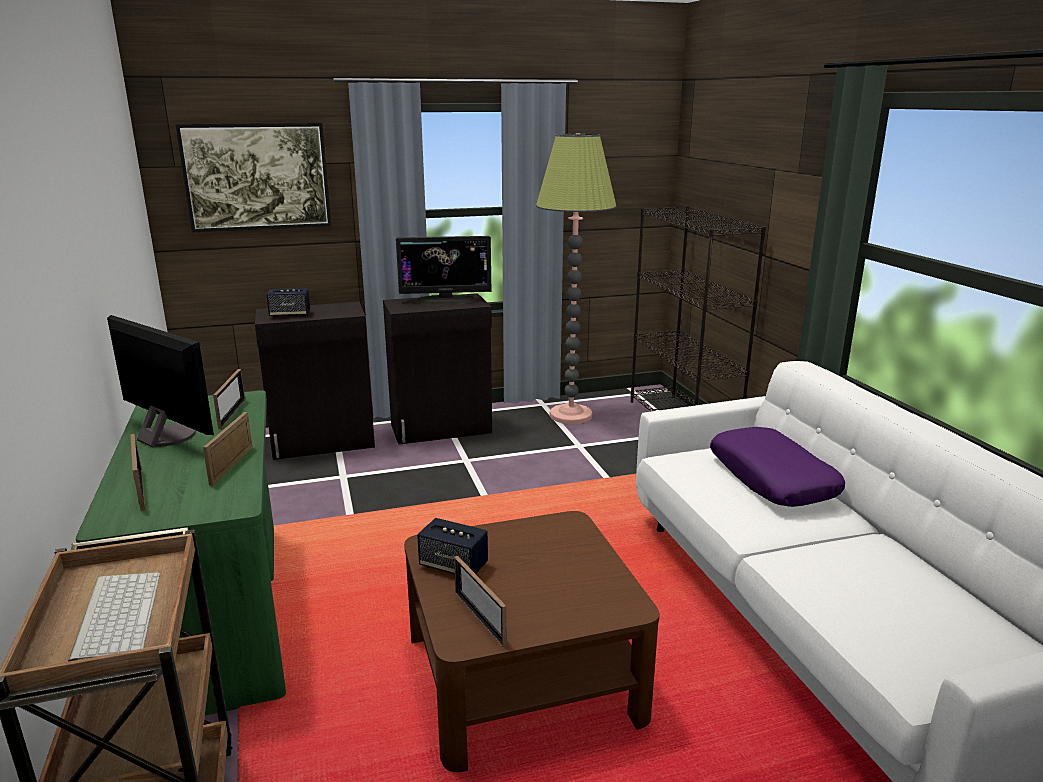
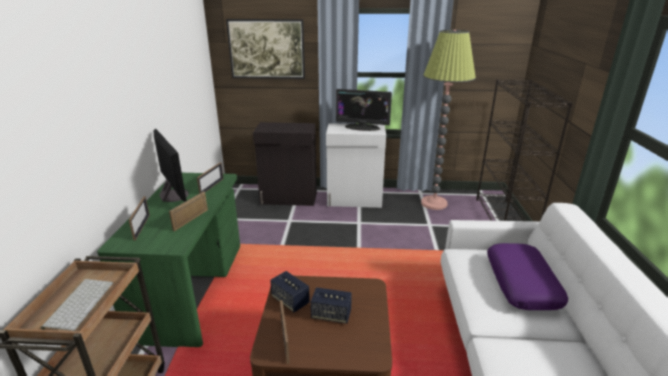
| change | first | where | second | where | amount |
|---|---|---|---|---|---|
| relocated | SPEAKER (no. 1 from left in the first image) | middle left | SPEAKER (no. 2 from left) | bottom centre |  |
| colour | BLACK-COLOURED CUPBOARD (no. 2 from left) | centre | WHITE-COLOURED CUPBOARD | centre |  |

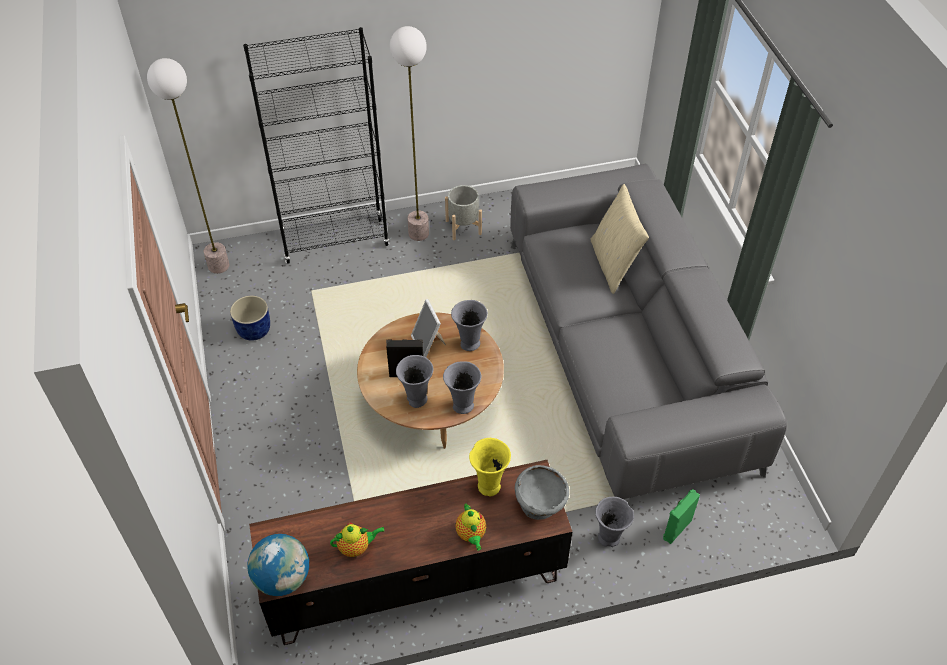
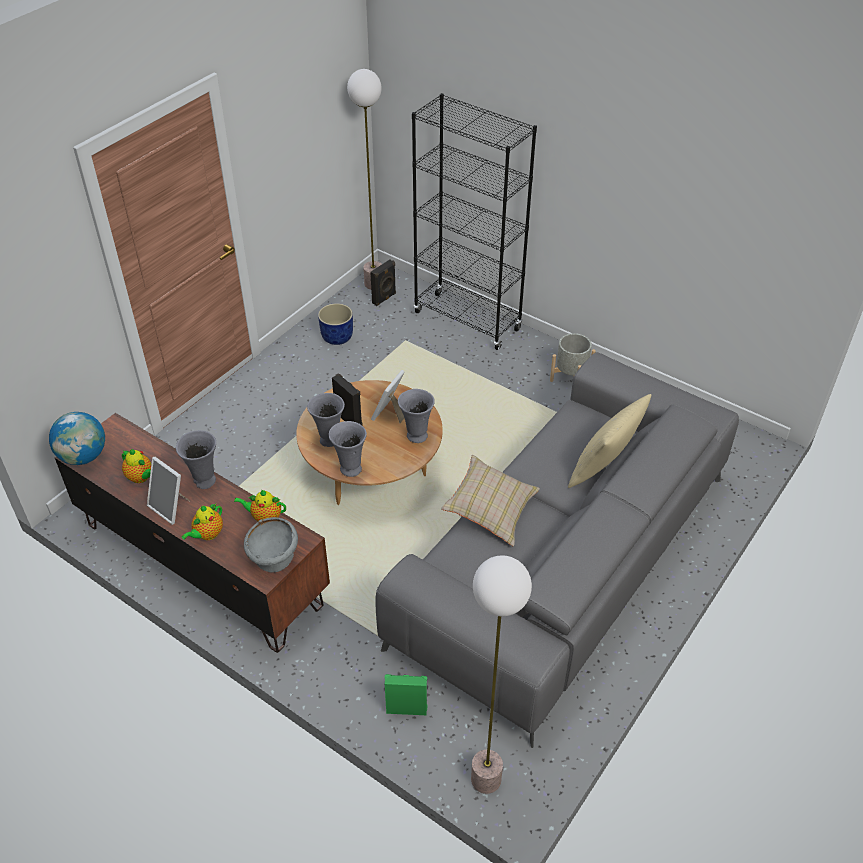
| change | first | where | second | where | amount |
|---|---|---|---|---|---|
| relocated | FLOOR LAMP (no. 2 from left) | top centre |  | bottom centre |  |
| exchanged | YELLOW FLOWER VASE | bottom centre | POT FOR TEA (no. 3 from left) | middle left |  |
| relocated | GREYISH FLOWER VASE (no. 4 from left in the first image) | bottom centre | GREYISH FLOWER VASE (no. 1 from left) | middle left |  |
| appeared |  |  | BLACK-COLOURED SPEAKER (no. 2 from left) | top centre |  |
| appeared |  |  | SAND-COLOURED THROW PILLOW (no. 1 from left) | centre |  |
| appeared |  |  | PICTURE FRAME (no. 1 from left) | middle left |  |

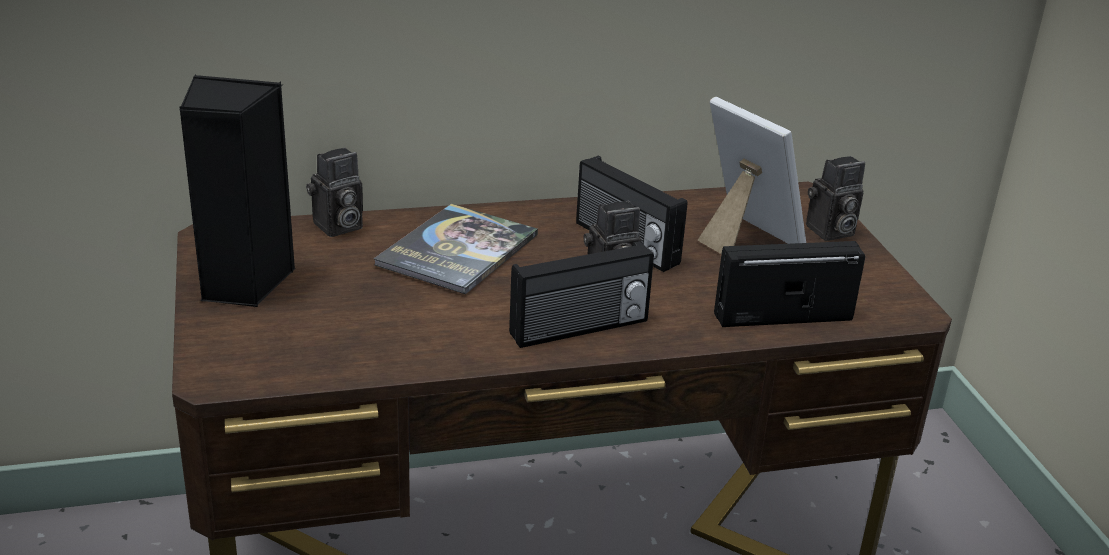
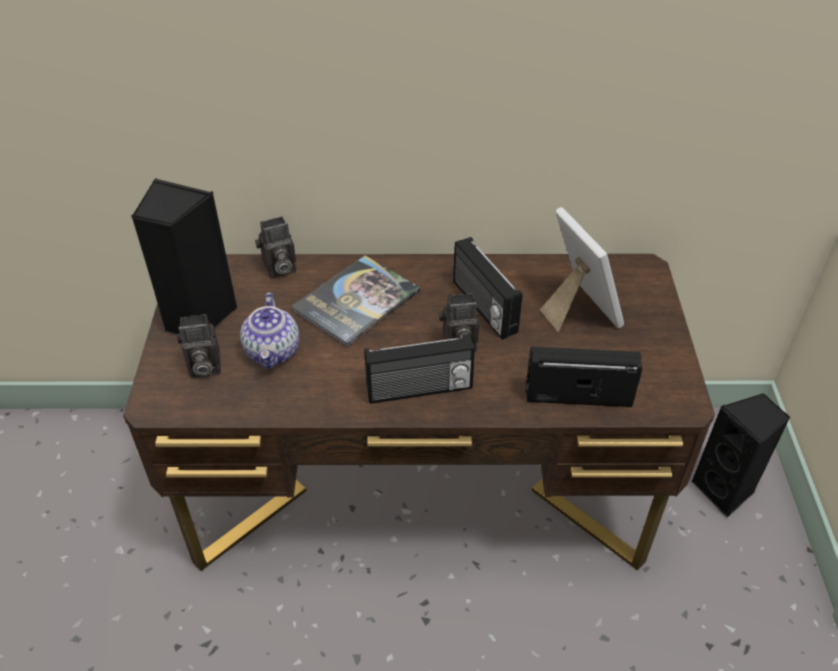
| change | first | where | second | where | amount |
|---|---|---|---|---|---|
| relocated | STILL CAMERA (no. 3 from left in the first image) | middle right | STILL CAMERA (no. 1 from left) | middle left |  |
| appeared |  |  | POT FOR TEA | middle left |  |
| appeared |  |  | BLACK-COLOURED SPEAKER (no. 2 from left) | bottom right |  |

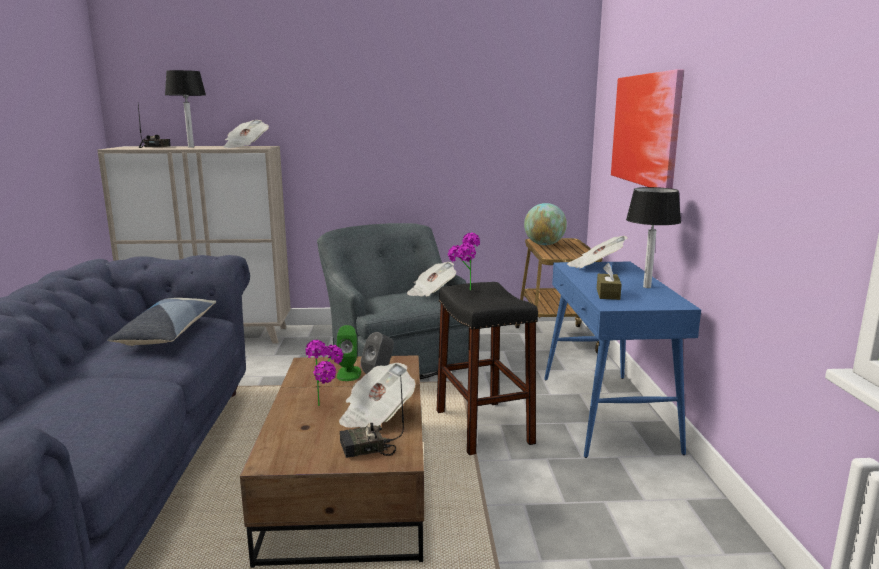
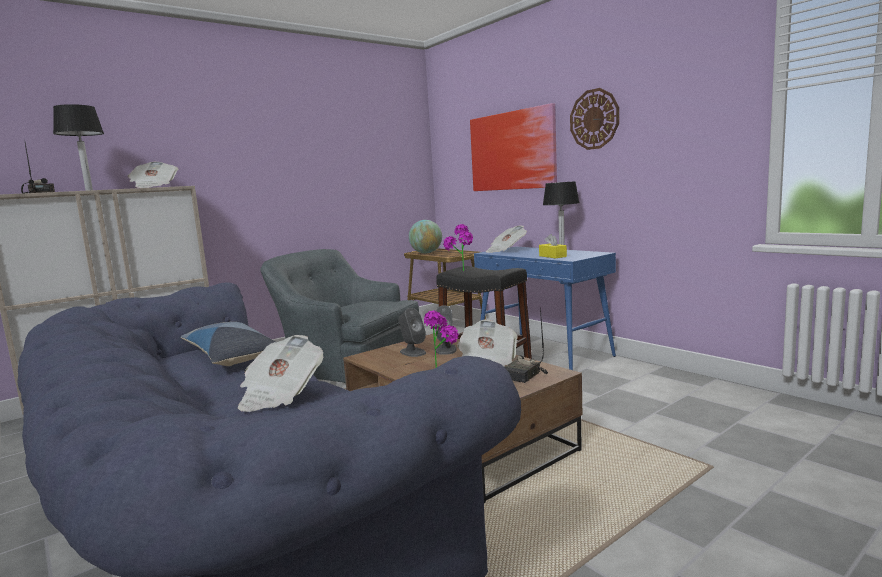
| change | first | where | second | where | amount |
|---|---|---|---|---|---|
| relocated | NEWSPAPER (no. 3 from left in the first image) | centre | NEWSPAPER (no. 2 from left) | middle left |  |
| colour | BROWN-COLOURED TISSUE HOLDER | middle right | YELLOW TISSUE HOLDER | centre |  |
| colour | GREENISH SPEAKER | centre | GREYISH SPEAKER (no. 1 from left) | centre |  |
| appeared |  |  | WALL CLOCK | top right |  |

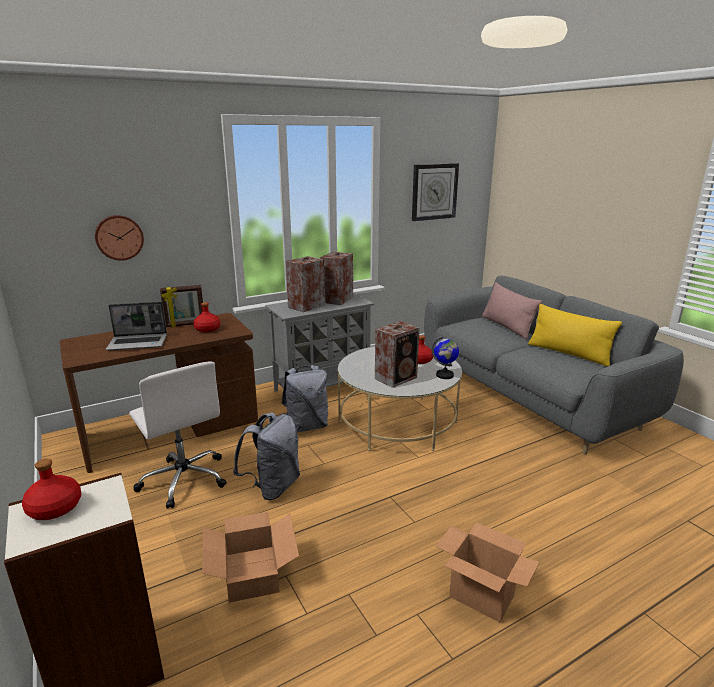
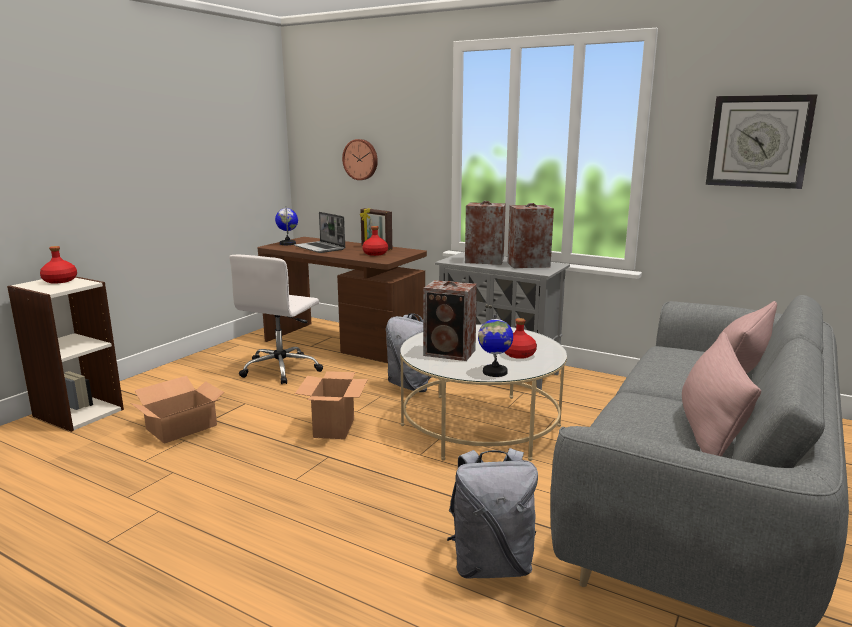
| change | first | where | second | where | amount |
|---|---|---|---|---|---|
| colour | YELLOW THROW PILLOW | middle right | PINKISH THROW PILLOW (no. 1 from left) | middle right |  |
| relocated | GREYISH KNAPSACK (no. 1 from left in the first image) | centre | GREYISH KNAPSACK (no. 2 from left) | bottom centre |  |
| relocated | CARTON (no. 2 from left) | bottom right |  | centre |  |
| appeared |  |  | DESK GLOBE (no. 1 from left) | centre |  |

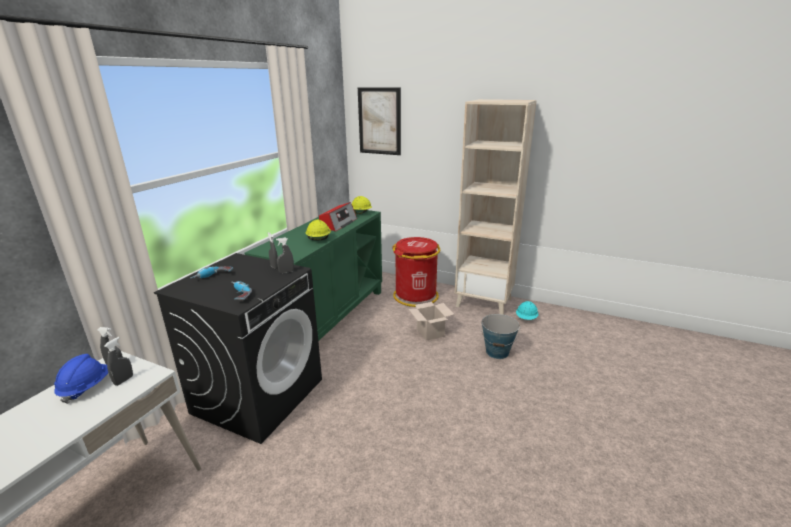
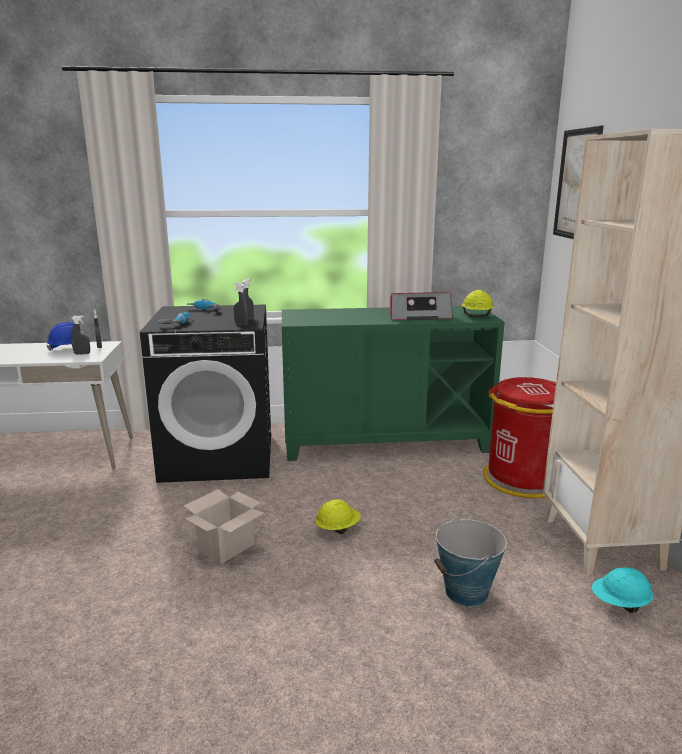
| change | first | where | second | where | amount |
|---|---|---|---|---|---|
| relocated | YELLOW HARD HAT (no. 1 from left) | centre |  | bottom centre |  |
| relocated | CARTON | centre |  | bottom left |  |

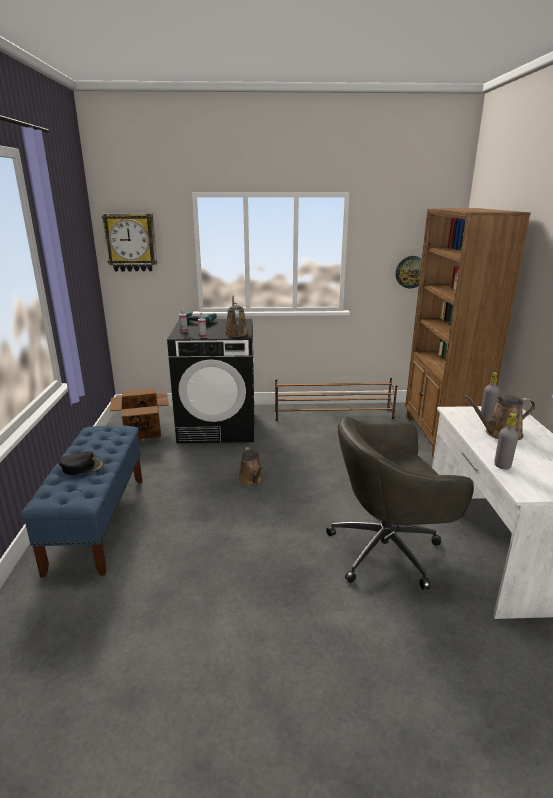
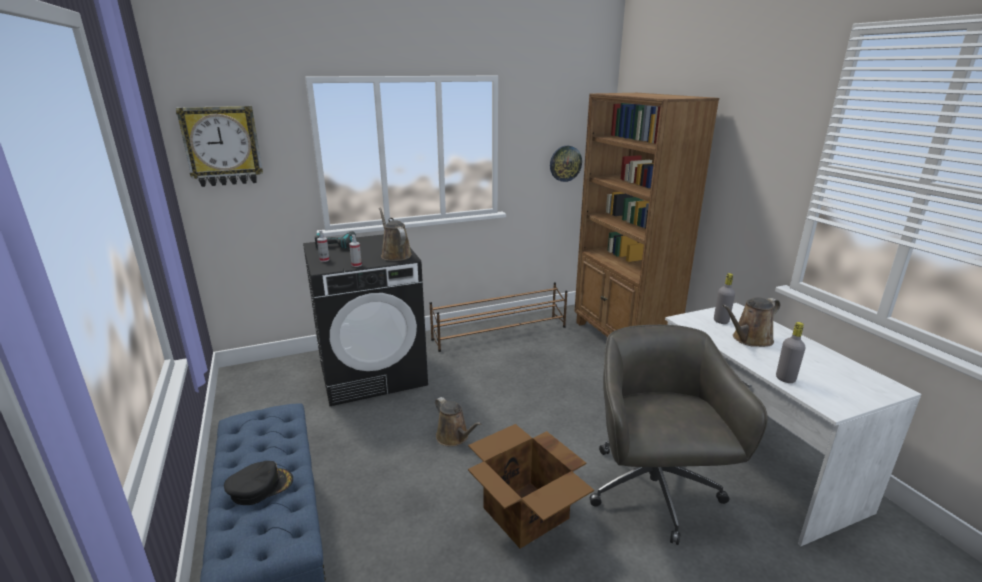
| change | first | where | second | where | amount |
|---|---|---|---|---|---|
| relocated | CARTON | middle left |  | bottom centre |  |
| spun | GREYISH COMPUTER CHAIR | middle right |  | bottom right | 120 degrees clockwise |

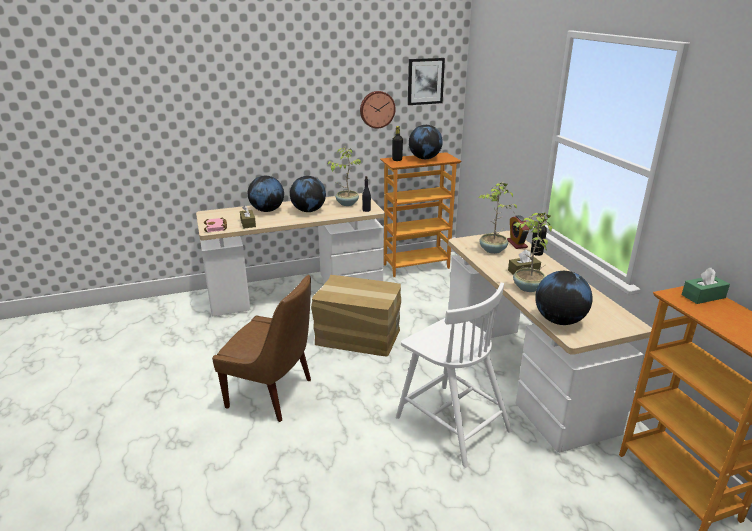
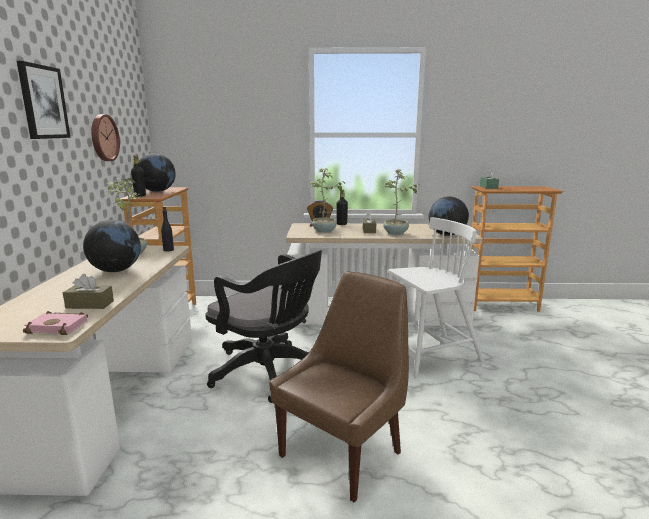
| change | first | where | second | where | amount |
|---|---|---|---|---|---|
| relocated | PICTURE | top centre |  | top left |  |
| missing | DESK GLOBE (no. 1 from left) | centre |  |  |  |
| exchanged | CARTON | centre | BLACK-COLOURED COMPUTER CHAIR | centre |  |

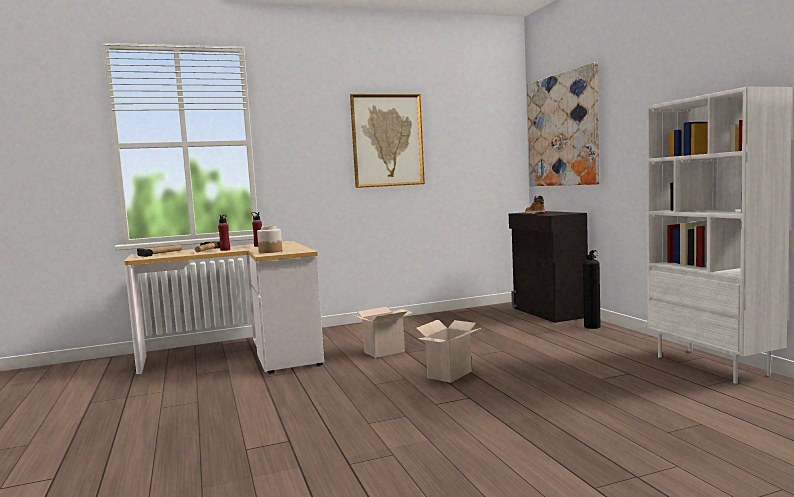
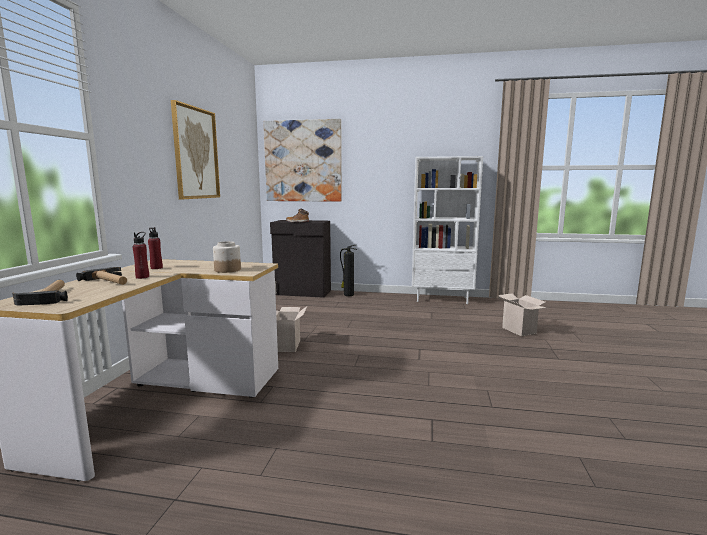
| change | first | where | second | where | amount |
|---|---|---|---|---|---|
| relocated | CARTON (no. 2 from left) | bottom centre |  | middle right |  |

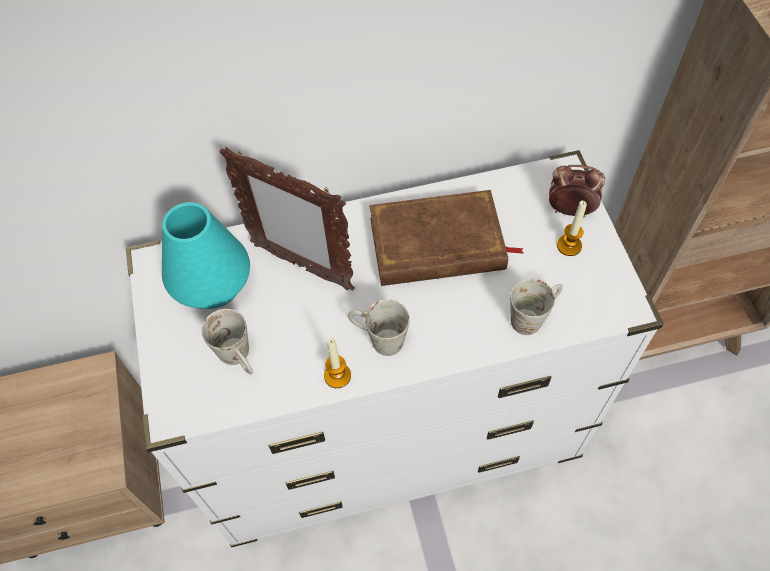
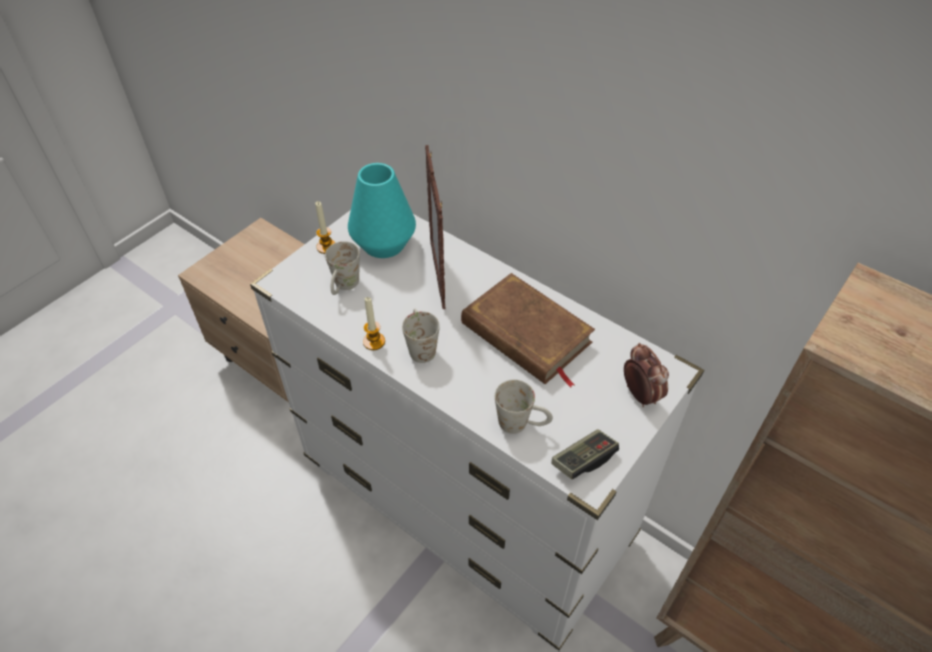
| change | first | where | second | where | amount |
|---|---|---|---|---|---|
| relocated | WAX LIGHT (no. 2 from left in the first image) | middle right | WAX LIGHT (no. 1 from left) | centre |  |
| appeared |  |  | JOYPAD | bottom centre |  |

